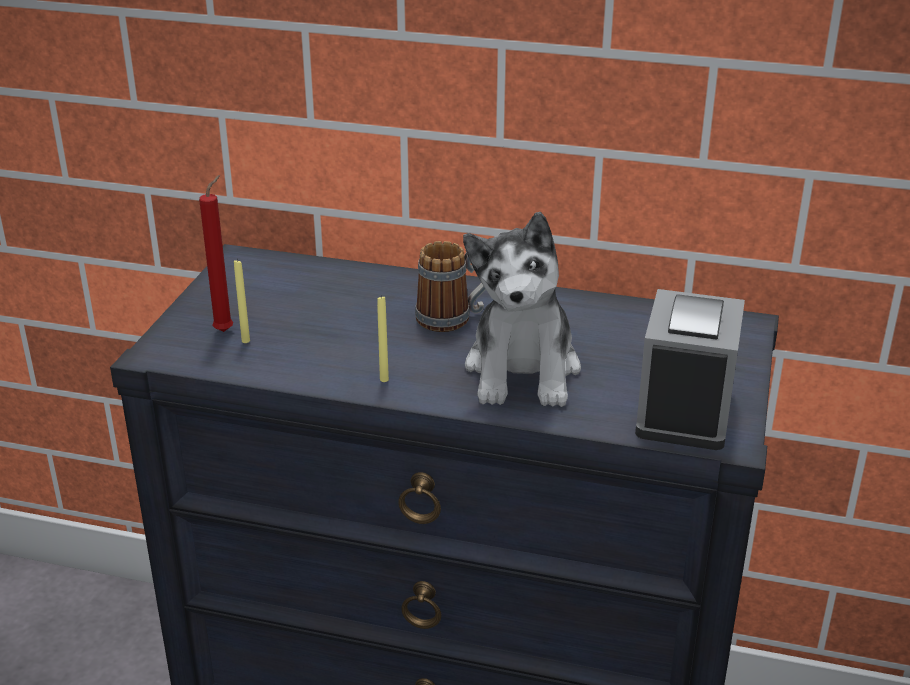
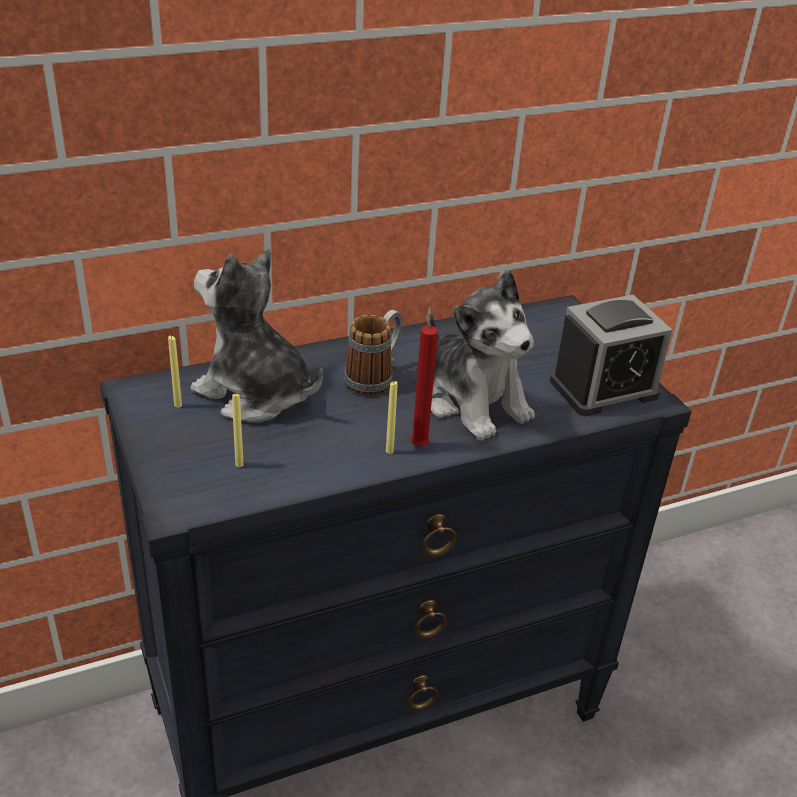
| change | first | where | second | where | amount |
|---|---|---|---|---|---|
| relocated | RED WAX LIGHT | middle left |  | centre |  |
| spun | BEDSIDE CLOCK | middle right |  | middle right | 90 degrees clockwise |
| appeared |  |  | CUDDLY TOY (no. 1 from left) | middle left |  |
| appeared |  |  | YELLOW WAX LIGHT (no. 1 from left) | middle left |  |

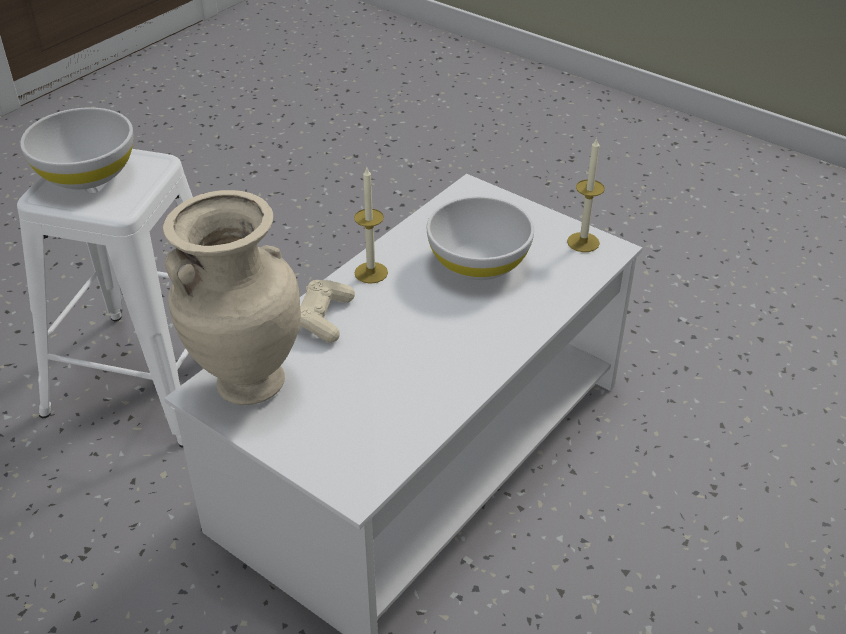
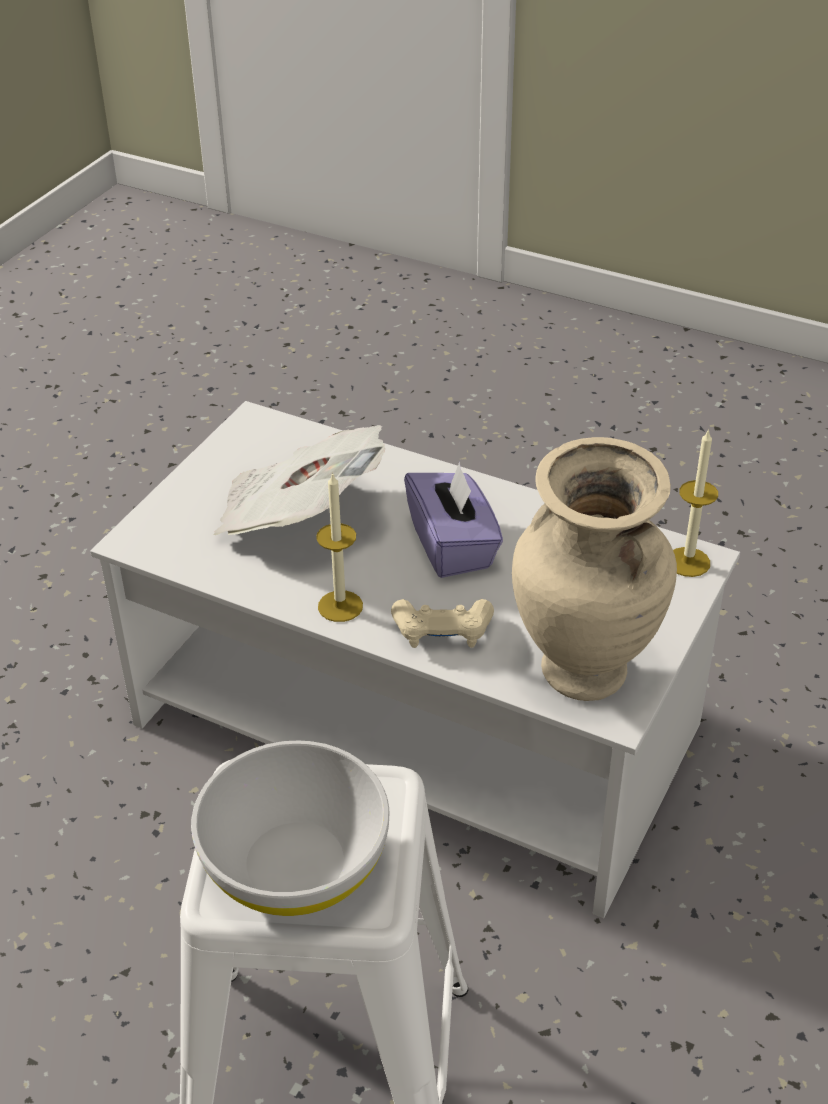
| change | first | where | second | where | amount |
|---|---|---|---|---|---|
| relocated | WAX LIGHT (no. 2 from left) | top right |  | middle right |  |
| exchanged | WHITE-COLOURED DEEP DISH (no. 2 from left) | centre | NEWSPAPER | centre |  |
| appeared |  |  | PURPLE-COLOURED TISSUE HOLDER | centre |  |

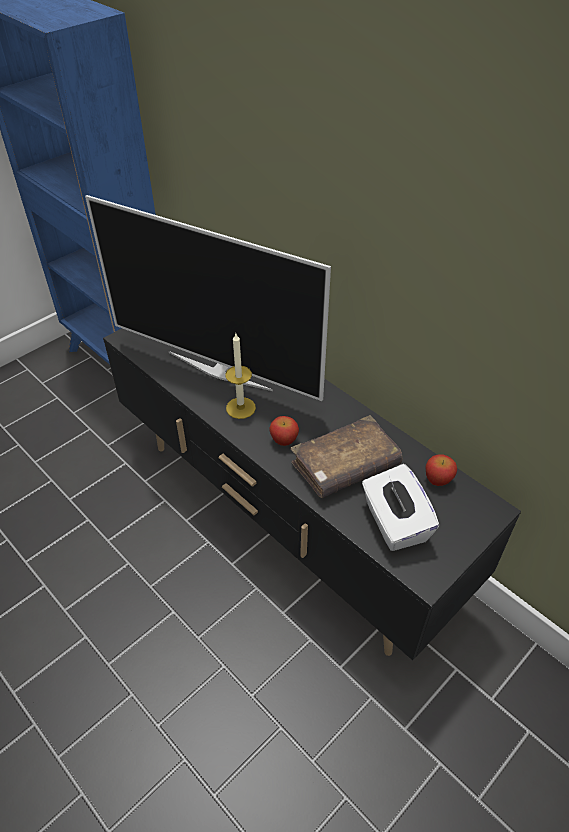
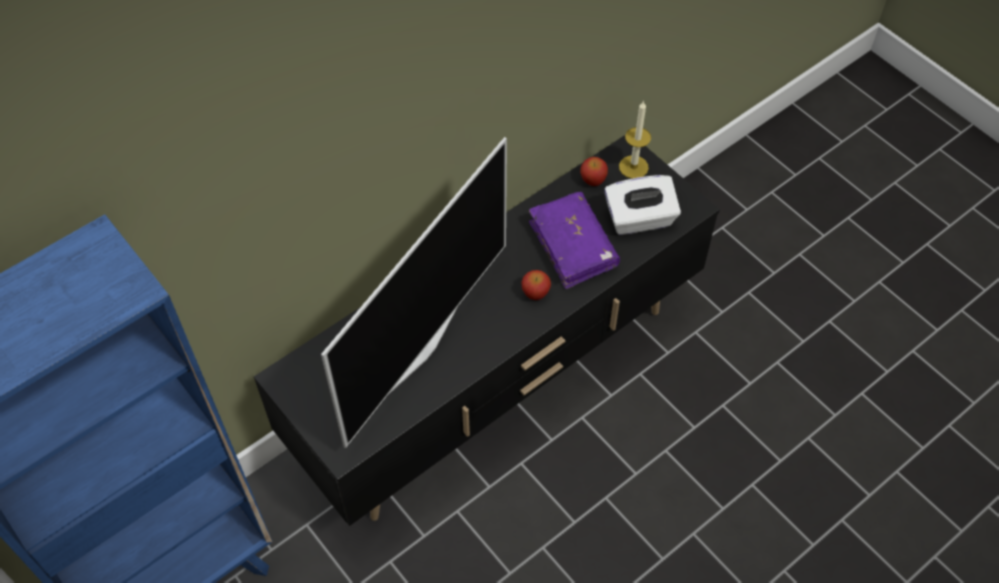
| change | first | where | second | where | amount |
|---|---|---|---|---|---|
| relocated | WAX LIGHT | centre |  | top centre |  |
| colour | BROWN-COLOURED BOOK | centre | PURPLE-COLOURED BOOK | centre |  |

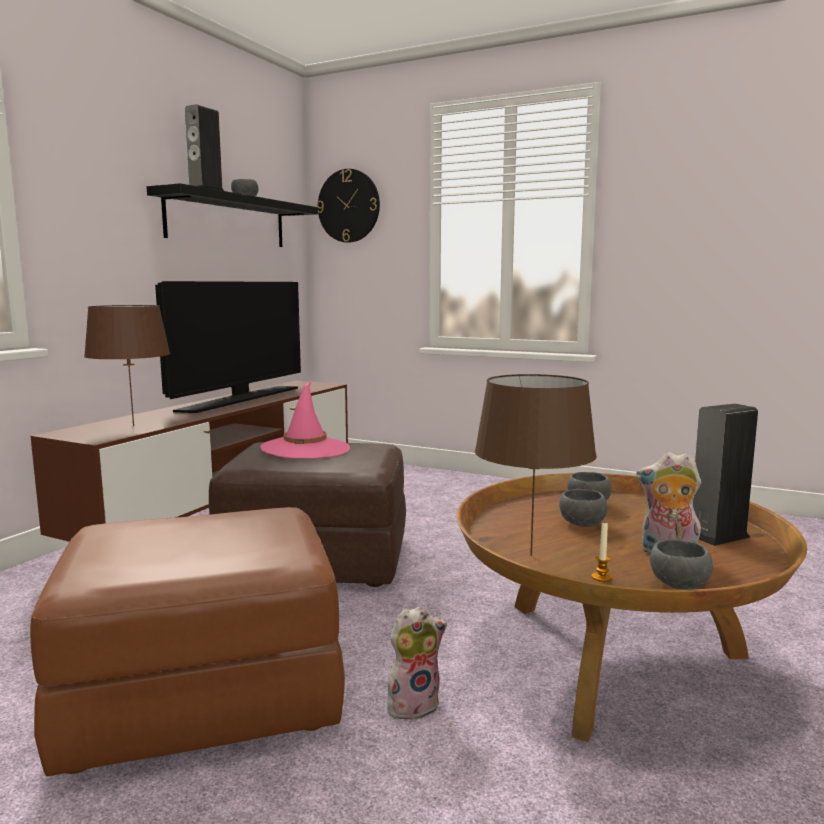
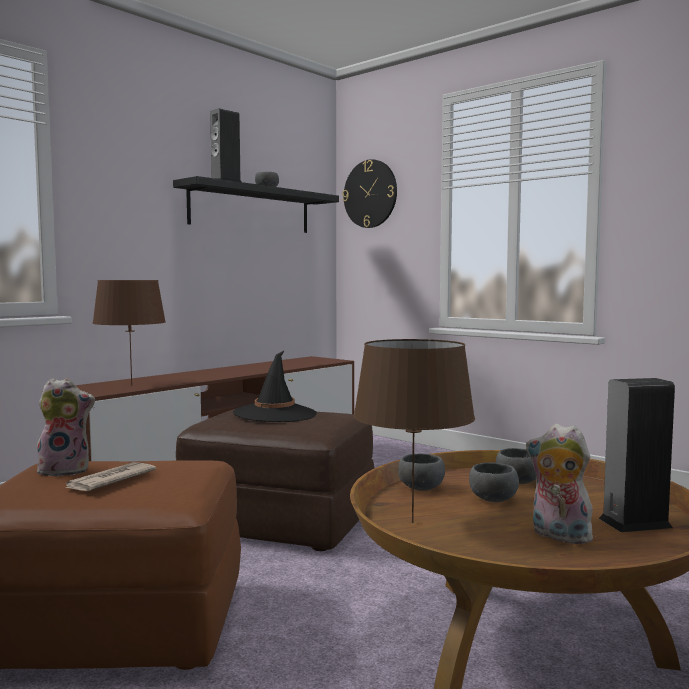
| change | first | where | second | where | amount |
|---|---|---|---|---|---|
| missing | TELEVISION | middle left |  |  |  |
| colour | PINKISH CLOTHING HAT | centre | BLACK-COLOURED CLOTHING HAT | centre |  |
| missing | WAX LIGHT | bottom right |  |  |  |
| relocated | GREYISH DEEP DISH (no. 4 from left in the first image) | bottom right | GREYISH DEEP DISH (no. 2 from left) | bottom centre |  |
| relocated | CUDDLY TOY (no. 1 from left) | bottom centre |  | middle left |  |
| appeared |  |  | NEWSPAPER | bottom left |  |

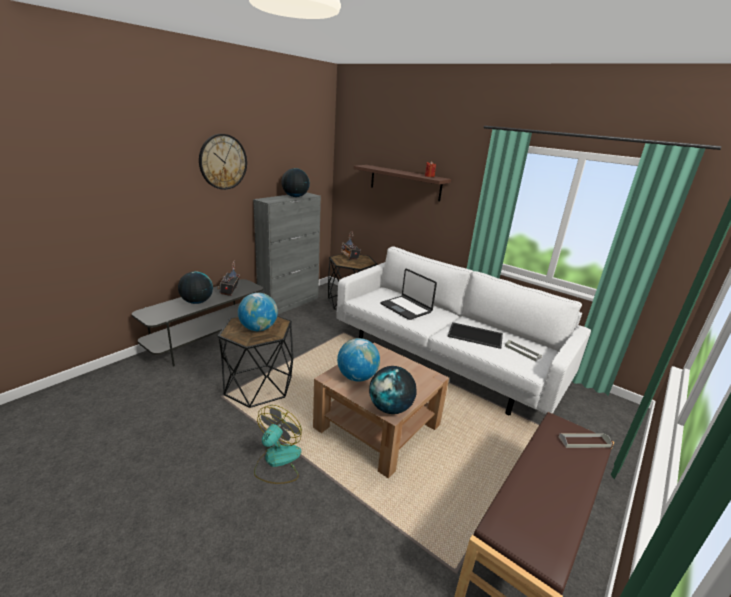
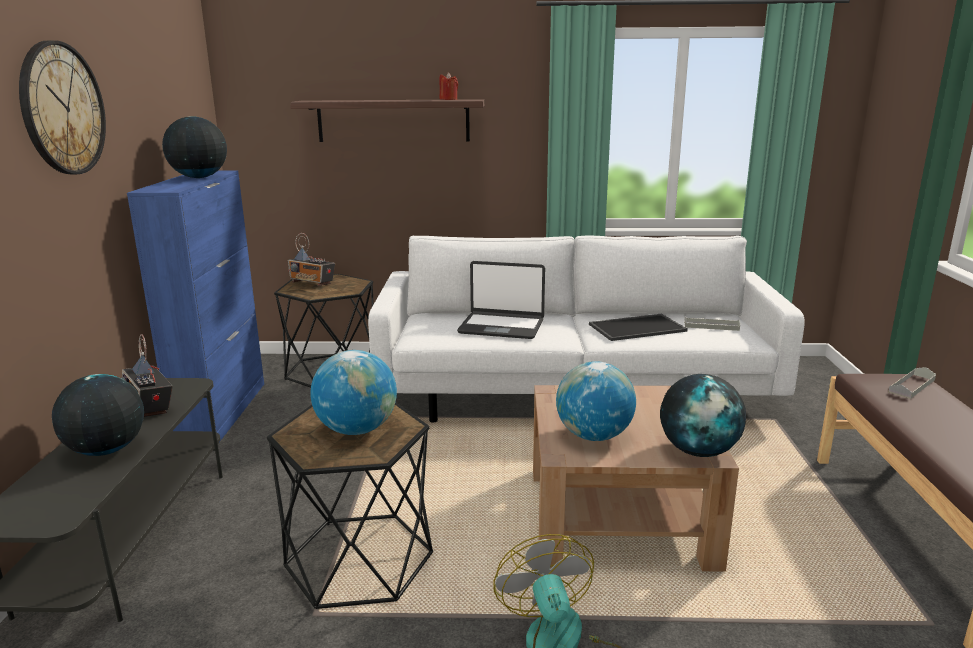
| change | first | where | second | where | amount |
|---|---|---|---|---|---|
| colour | GREYISH CUPBOARD | centre | BLUISH CUPBOARD | middle left |  |

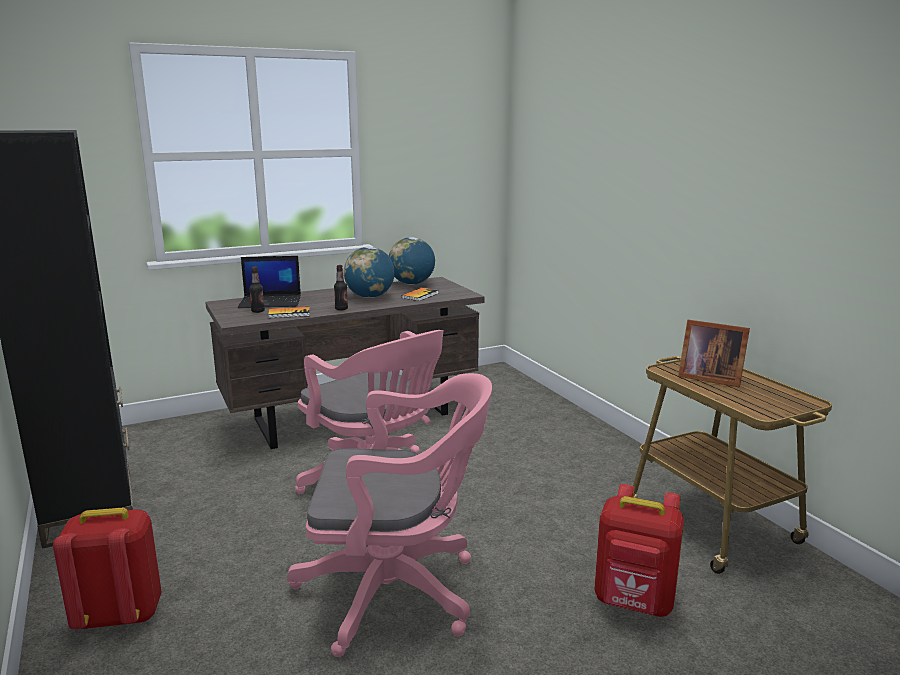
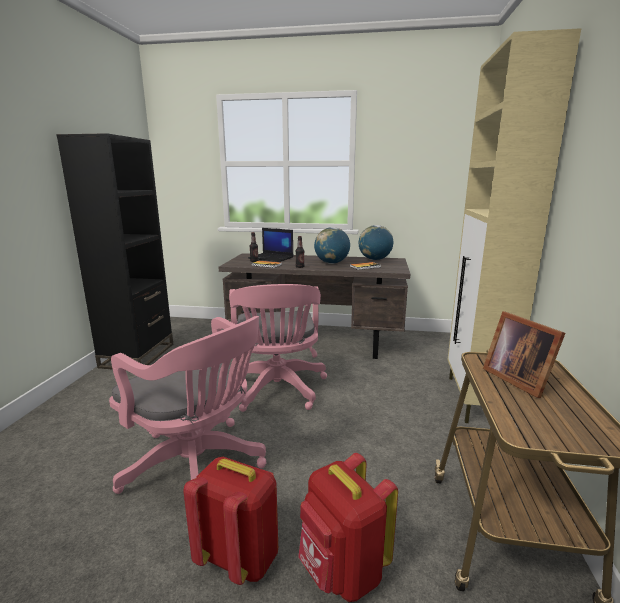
| change | first | where | second | where | amount |
|---|---|---|---|---|---|
| relocated | RED KNAPSACK (no. 1 from left) | bottom left |  | bottom centre |  |
| appeared |  |  | SAND-COLOURED CUPBOARD | middle right |  |

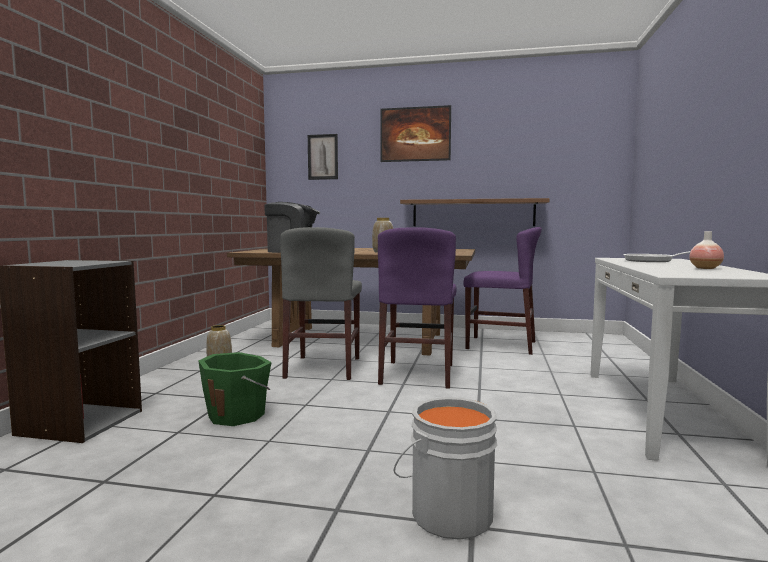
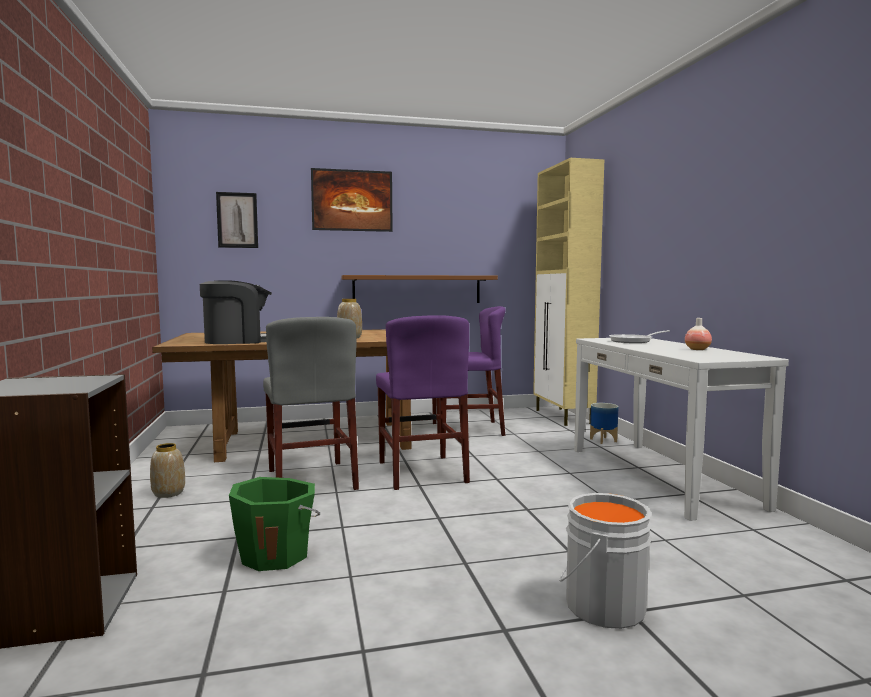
| change | first | where | second | where | amount |
|---|---|---|---|---|---|
| appeared |  |  | SAND-COLOURED CUPBOARD | centre |  |
| appeared |  |  | FLOWER POT | middle right |  |

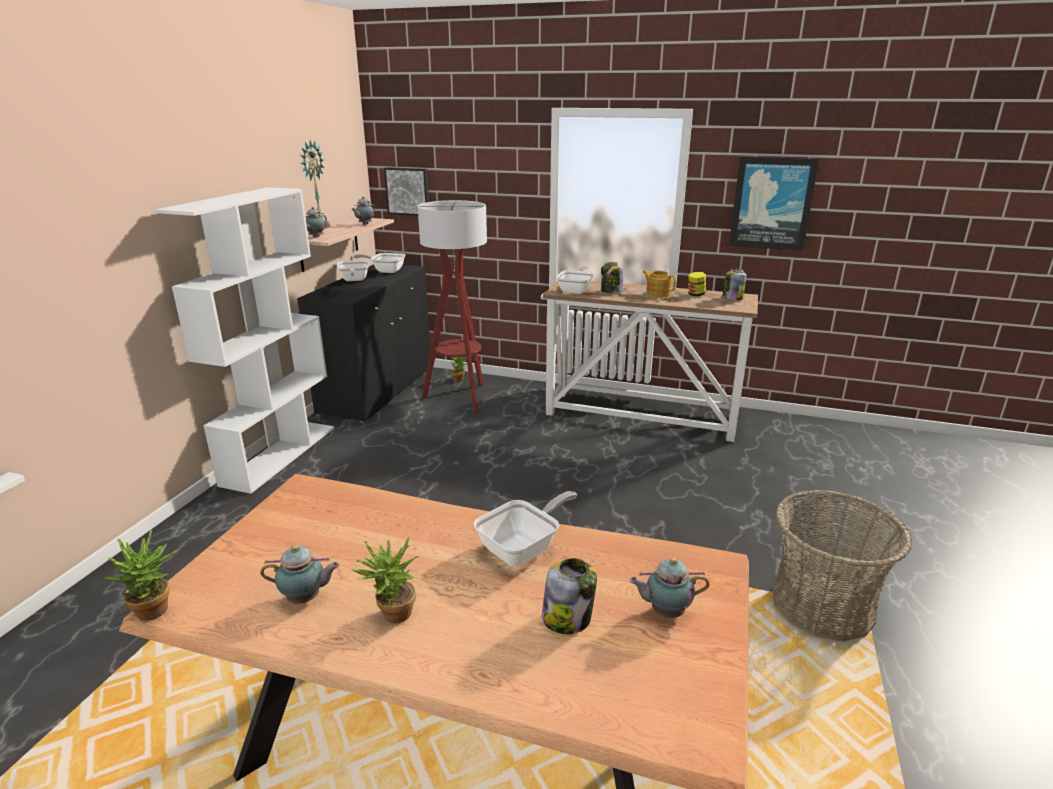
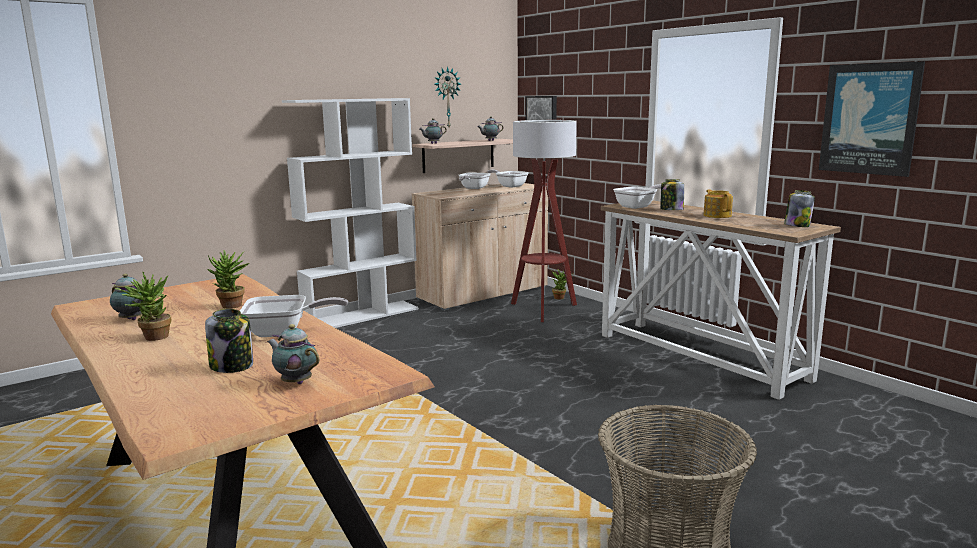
| change | first | where | second | where | amount |
|---|---|---|---|---|---|
| colour | BLACK-COLOURED CUPBOARD | centre | SAND-COLOURED CUPBOARD | centre |  |
| missing | PRESERVE JAR (no. 3 from left) | centre |  |  |  |
| relocated | POTTED PLANT (no. 1 from left in the first image) | bottom left | POTTED PLANT (no. 2 from left) | middle left |  |

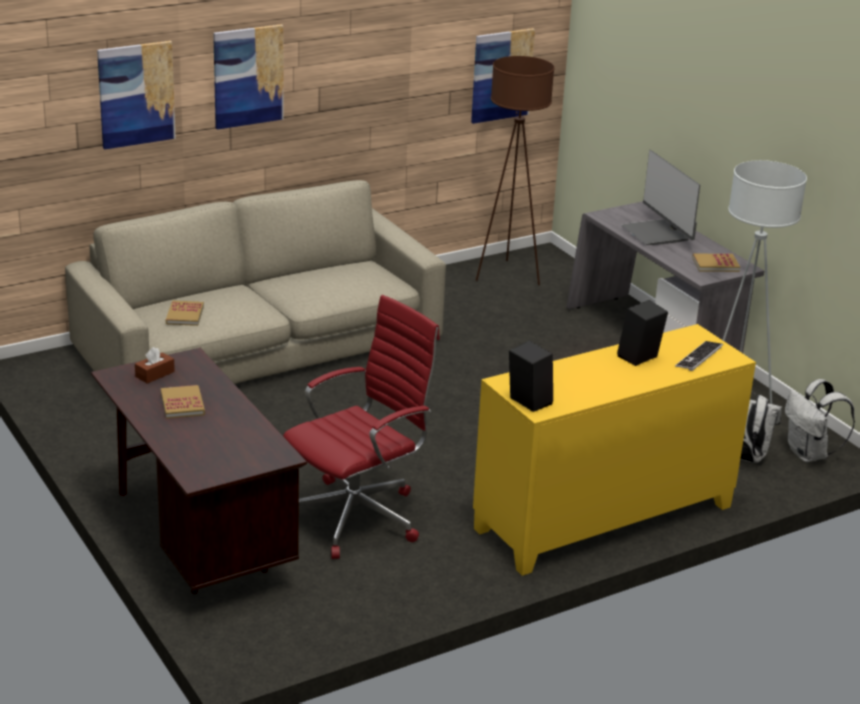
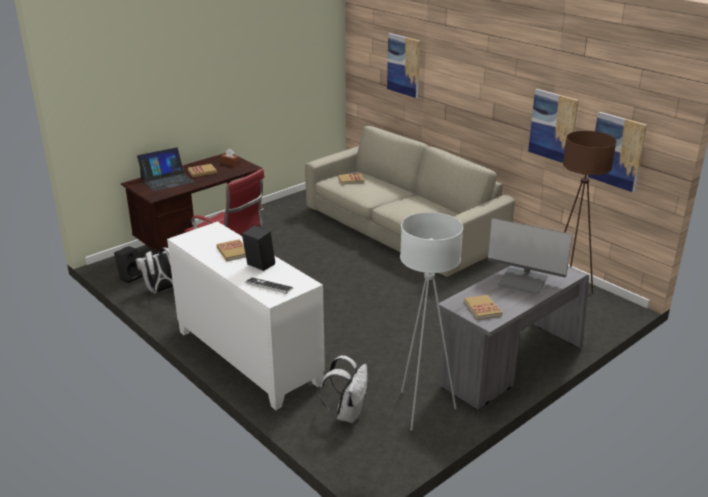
| change | first | where | second | where | amount |
|---|---|---|---|---|---|
| relocated | PICTURE (no. 2 from left) | top left |  | top right |  |
| spun | MONITOR | top right |  | middle right | 120 degrees counterclockwise |
| colour | YELLOW CUPBOARD | middle right | WHITE-COLOURED CUPBOARD | centre |  |
| relocated | BLACK-COLOURED SPEAKER (no. 1 from left) | centre |  | middle left |  |
| relocated | WHITE-COLOURED KNAPSACK (no. 2 from left in the first image) | middle right | WHITE-COLOURED KNAPSACK (no. 1 from left) | middle left |  |
| appeared |  |  | PORTABLE COMPUTER | middle left |  |
| appeared |  |  | BOOK (no. 2 from left) | middle left |  |

